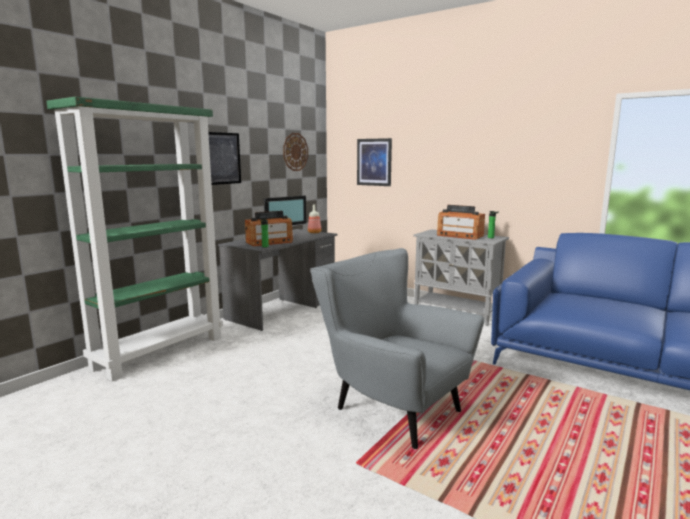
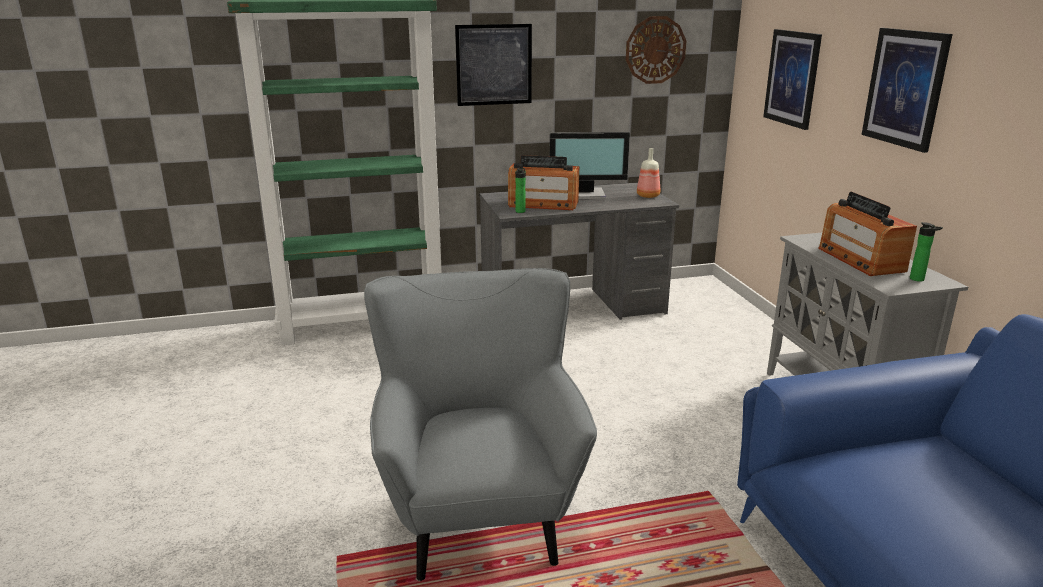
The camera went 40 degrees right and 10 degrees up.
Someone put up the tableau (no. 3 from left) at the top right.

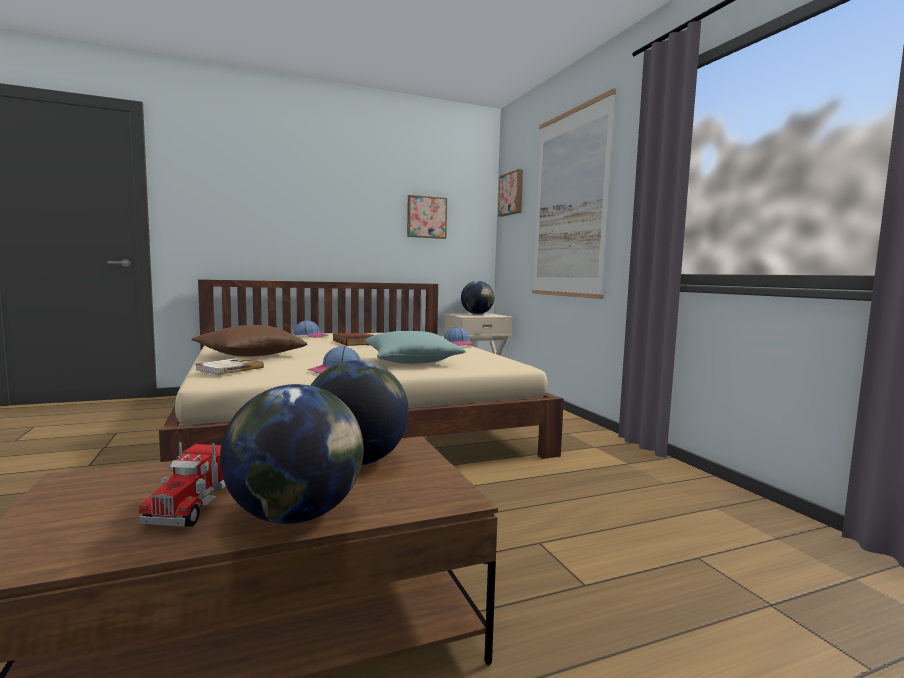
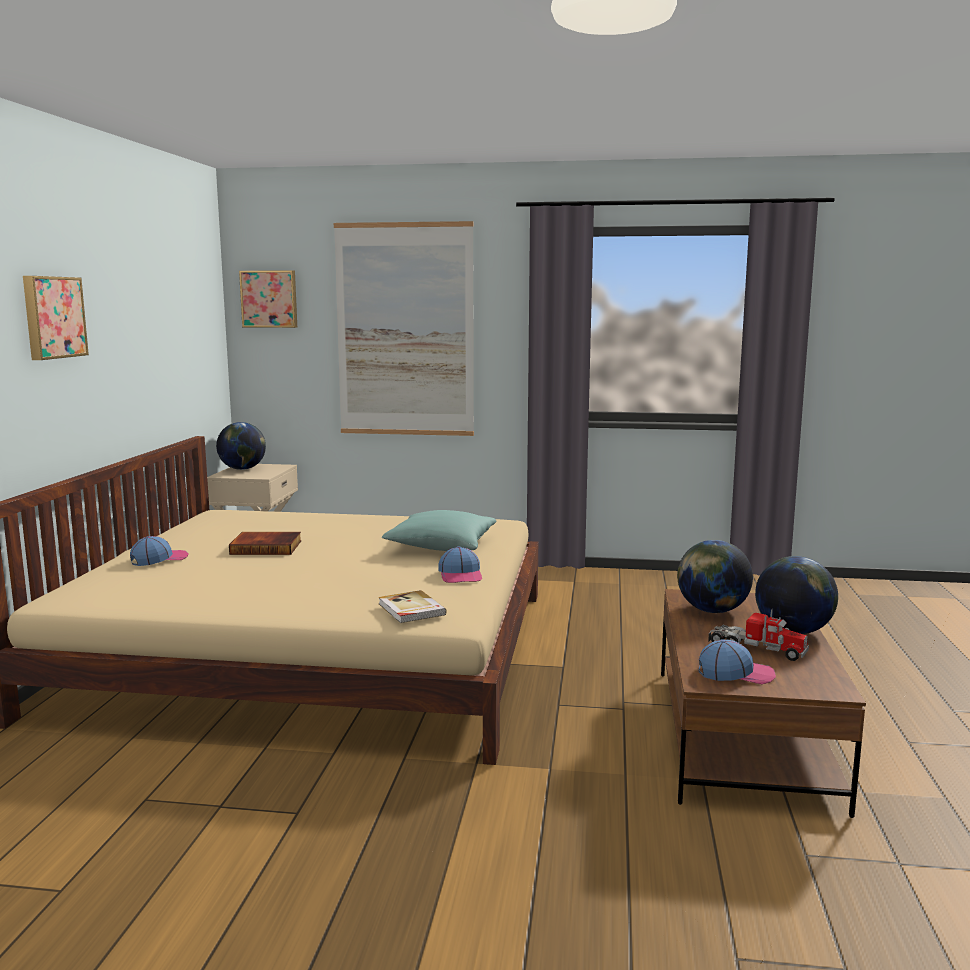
The camera went 60 degrees left and 5 degrees up.
Someone took away the coussin (marron) at the middle left.
Someone carried the tableau (no. 1 from left) from the top centre to the top left.
Someone carried the casquette (no. 3 from left) from the centre to the bottom right.

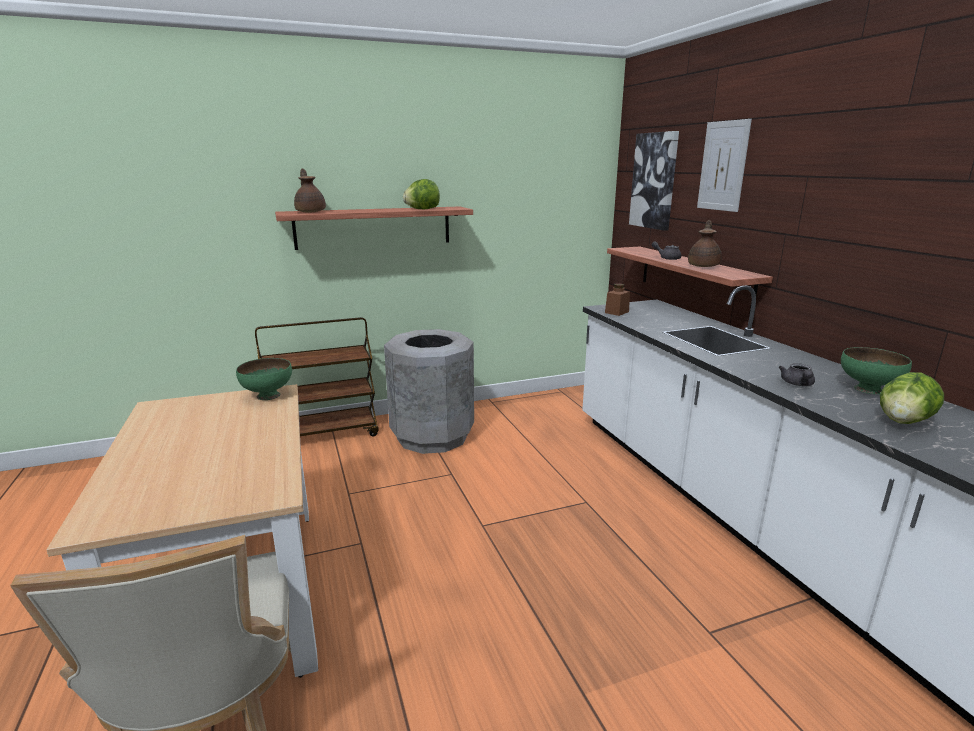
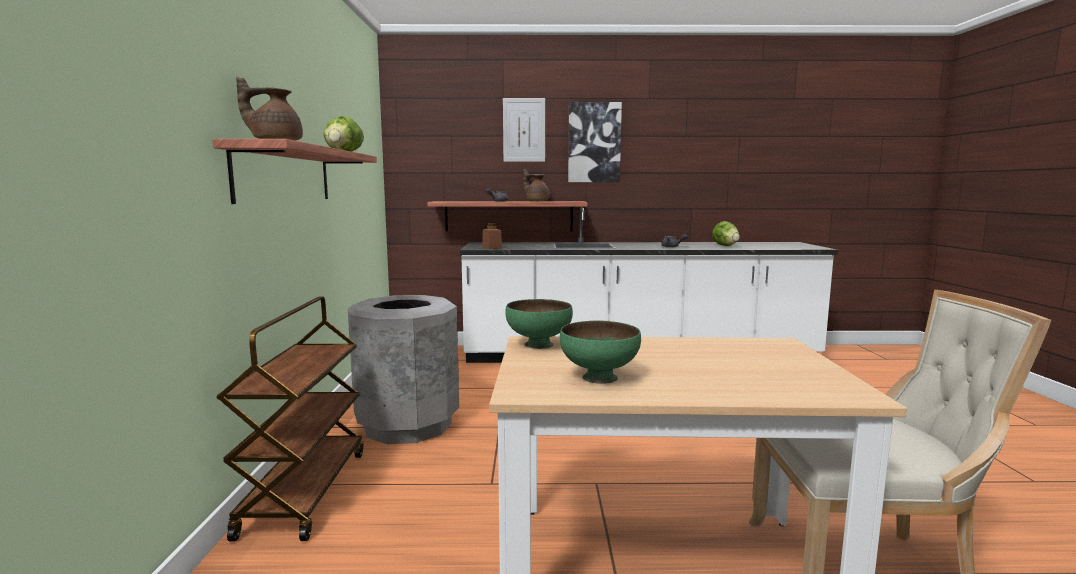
The camera went 70 degrees left and 10 degrees down.
Someone carried the tableau (no. 1 from left in the first image) from the top right to the top centre.
Someone carried the bol (vert) (no. 2 from left) from the middle right to the centre.

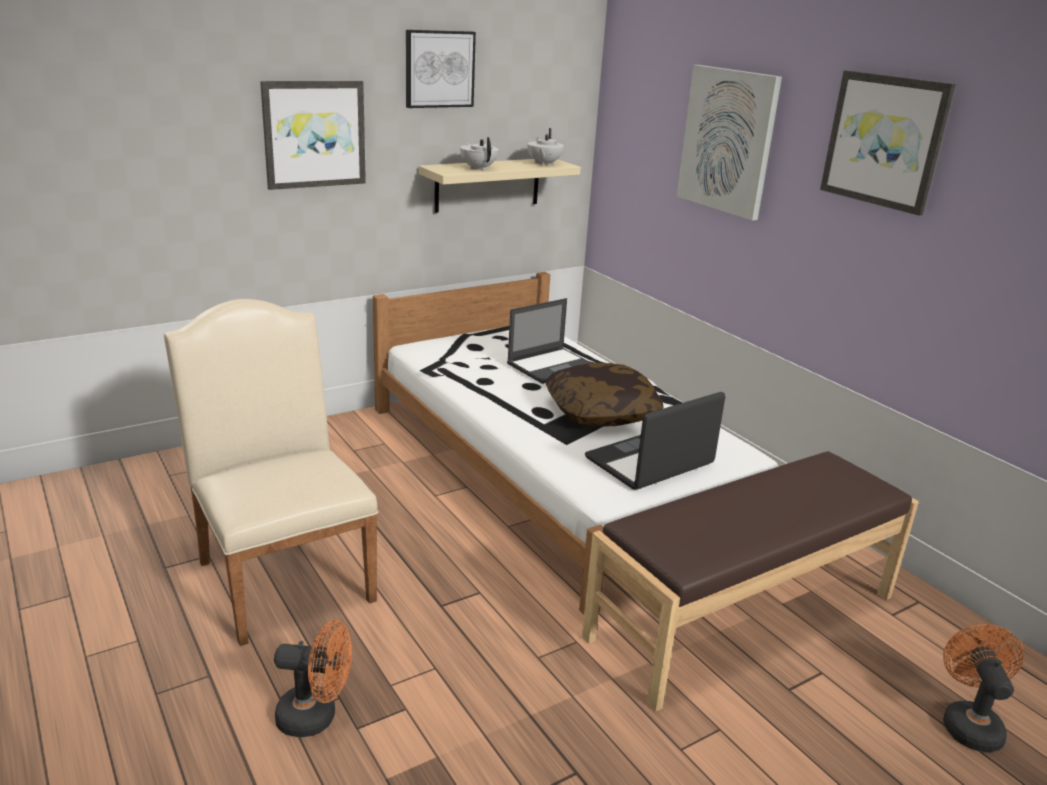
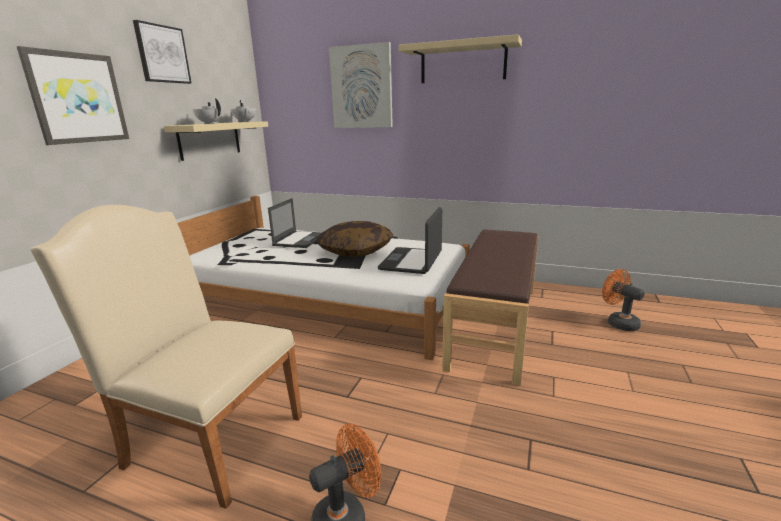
The camera went 35 degrees left and 5 degrees down.
Someone swapped the tableau (no. 4 from left) at the top right for the étagère (beige) (no. 2 from left) at the top centre.

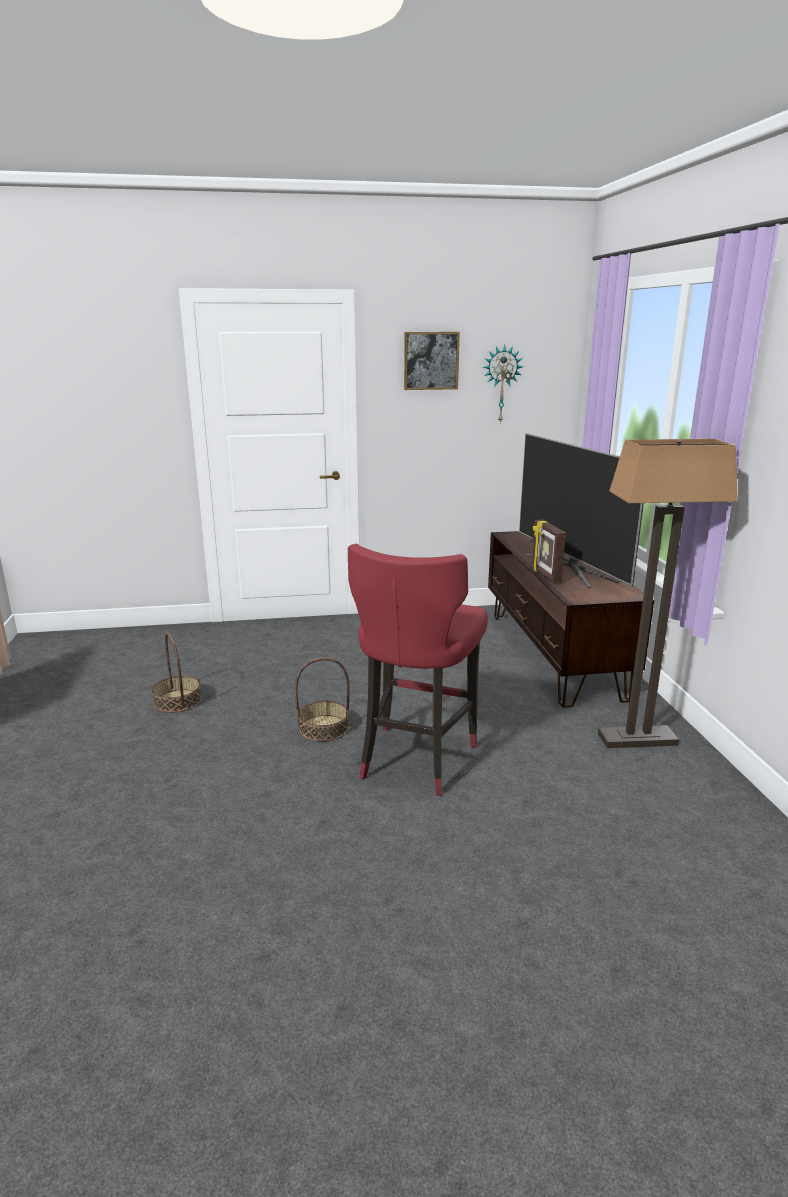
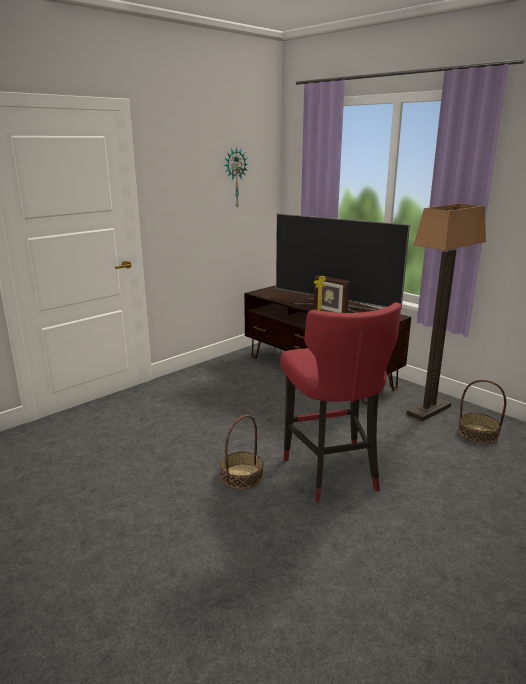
The camera went 35 degrees left and 0 degrees up.
Someone took away the tableau at the top centre.
Someone carried the panier (no. 1 from left in the first image) from the middle left to the middle right.

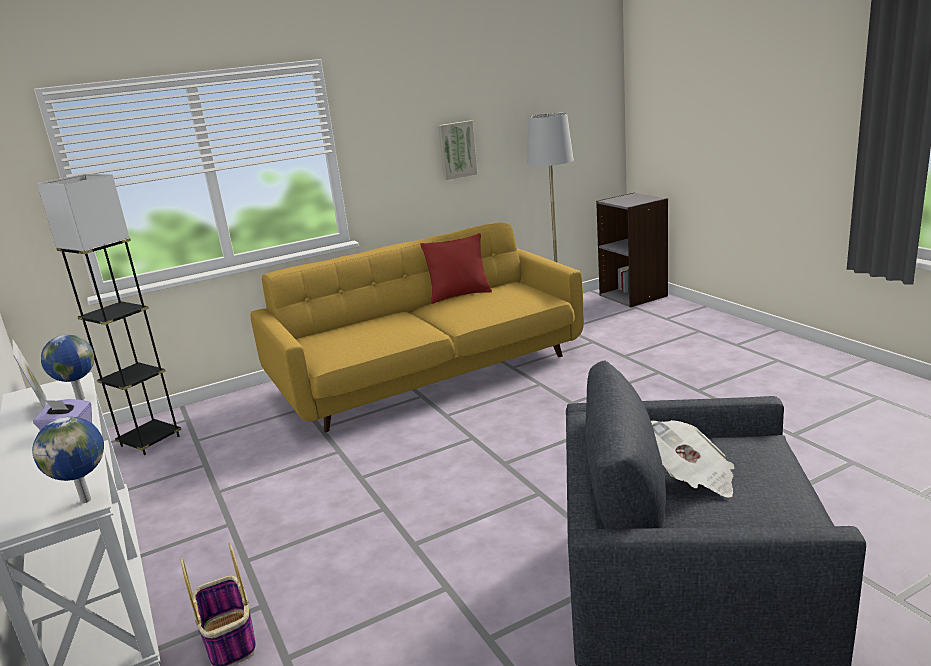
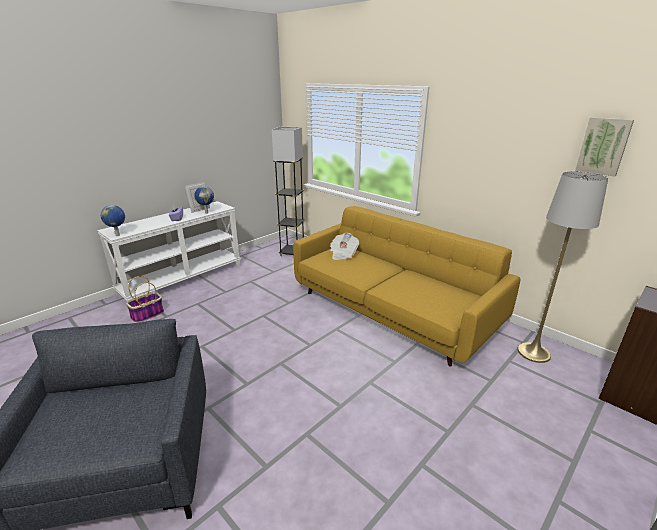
The camera went 70 degrees right and 5 degrees up.
Someone took away the coussin (rouge) at the centre.
Someone carried the tableau from the top centre to the top right.
Someone carried the journal from the bottom right to the centre.

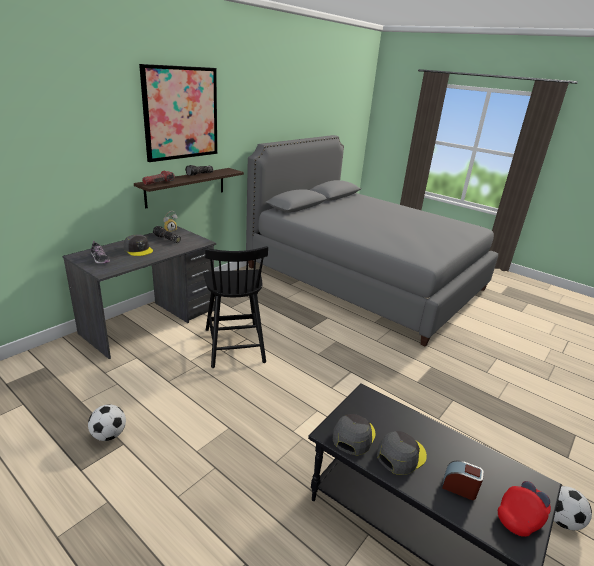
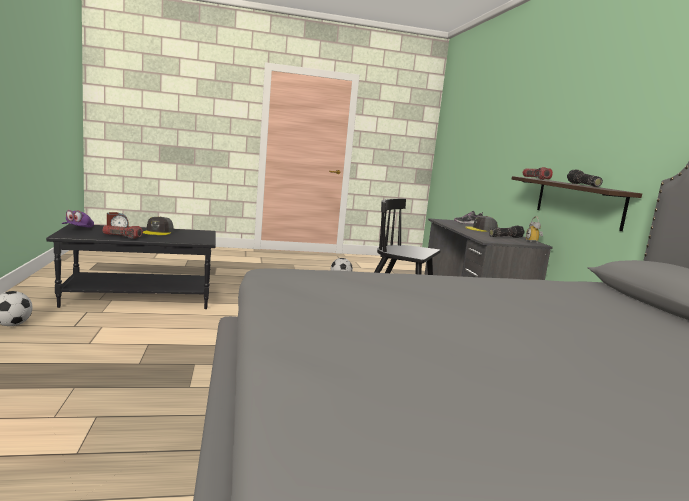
The camera went 130 degrees right and 15 degrees down.
Someone took away the tableau at the top left.
Someone took away the casquette (gris) (no. 2 from left) at the bottom centre.
Someone put down the lampe de poche (no. 1 from left) at the middle left.
Someone repainted the casquette (rouge) at the bottom right, which became the casquette (violet) at the middle left.

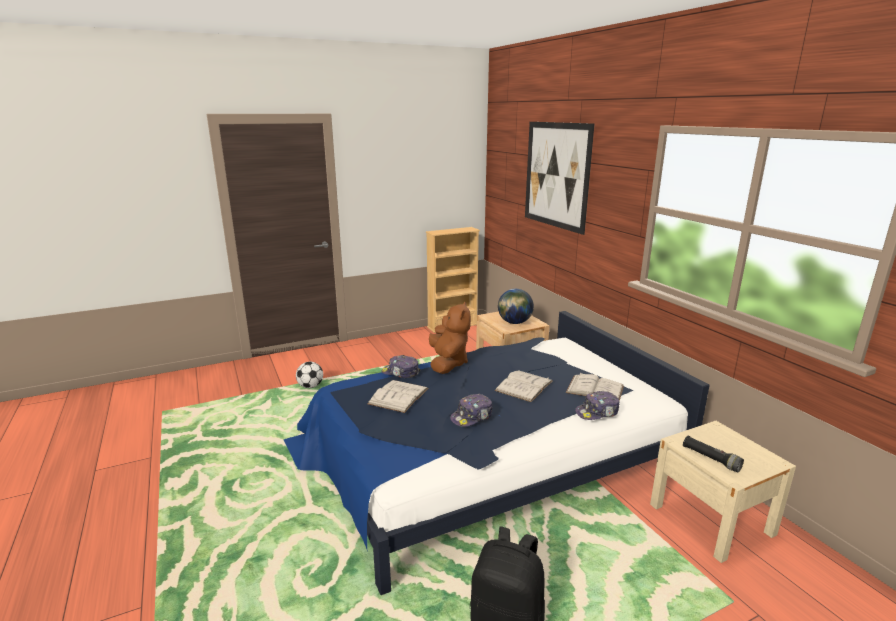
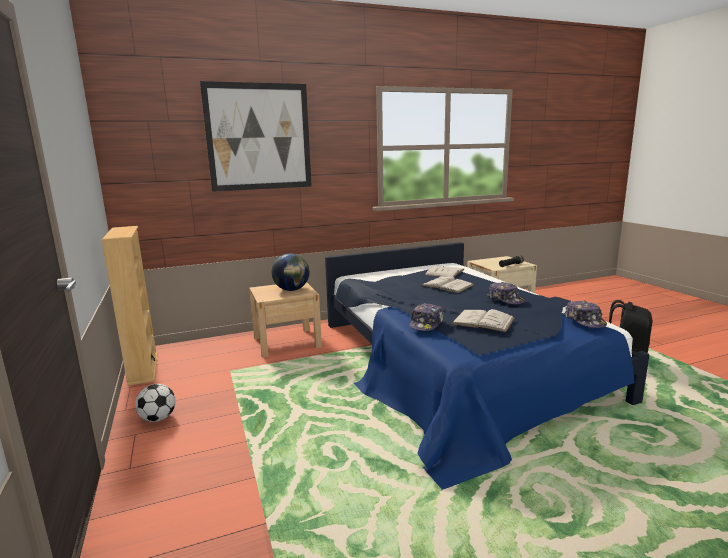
The camera went 85 degrees left and 5 degrees down.
Someone took away the peluche (marron) at the centre.
Someone carried the ballon de foot from the centre to the bottom left.
Someone carried the casquette (no. 3 from left) from the centre to the middle right.

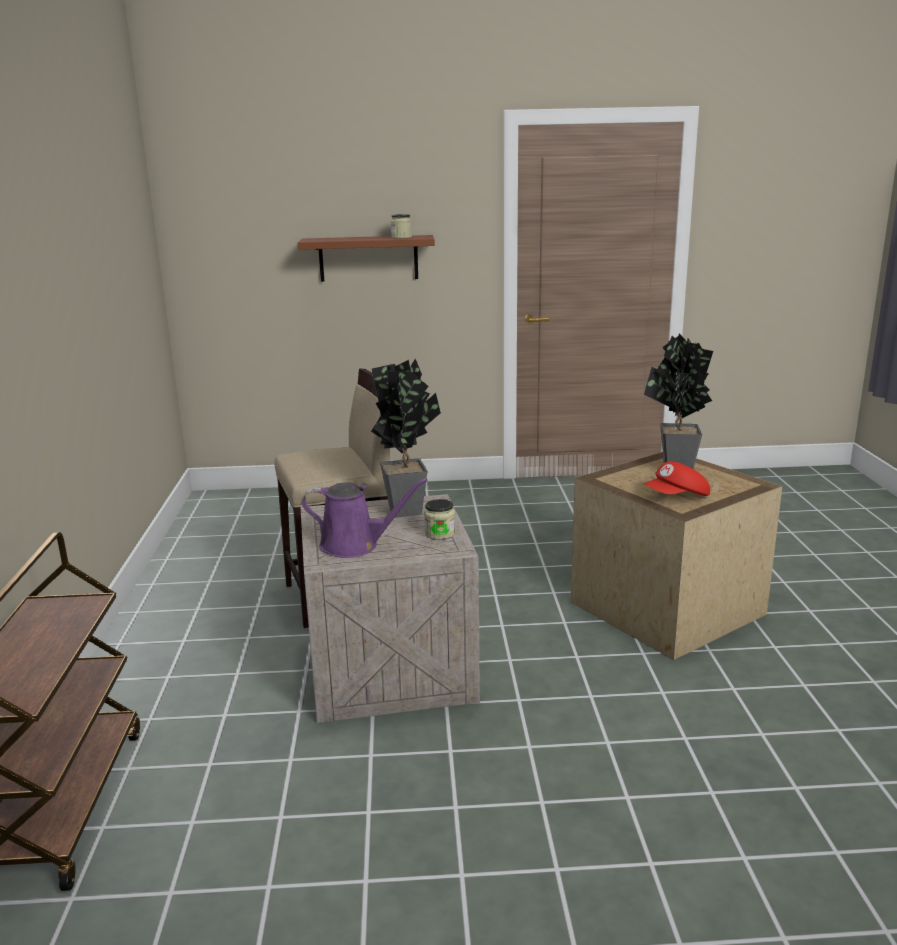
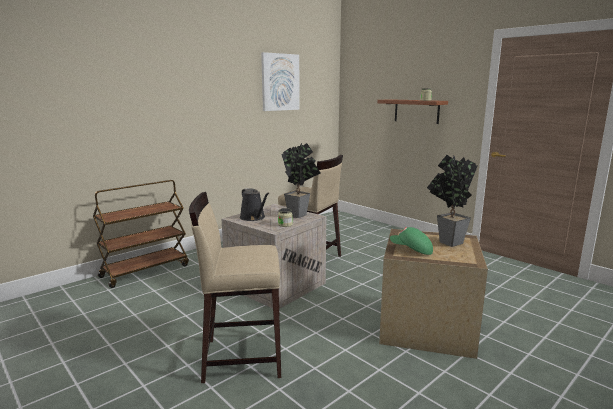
The camera went 50 degrees right and 5 degrees down.
Someone put down the tabouret (beige) (no. 1 from left) at the bottom centre.
Someone put up the tableau at the top centre.
Someone repainted the arrosoir (violet) at the centre, which became the arrosoir (noir) at the centre.
Someone repainted the casquette (rouge) at the middle right, which became the casquette (vert) at the middle right.

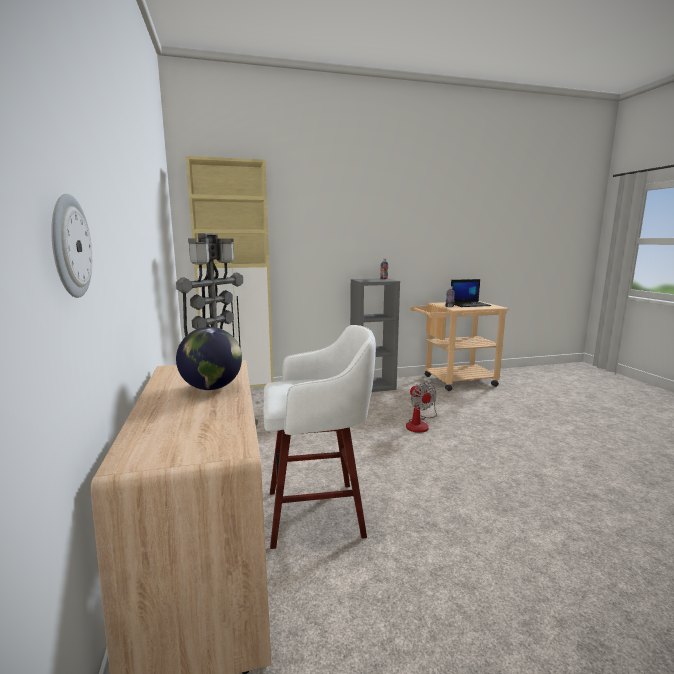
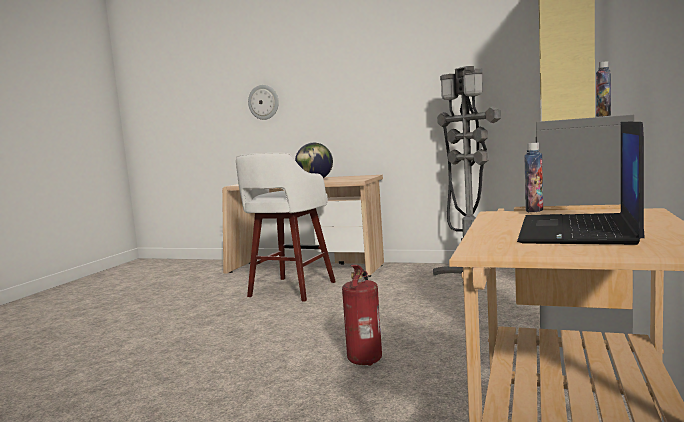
The camera went 125 degrees right and 5 degrees down.
Someone swapped the ventilateur at the centre for the extincteur at the bottom centre.

